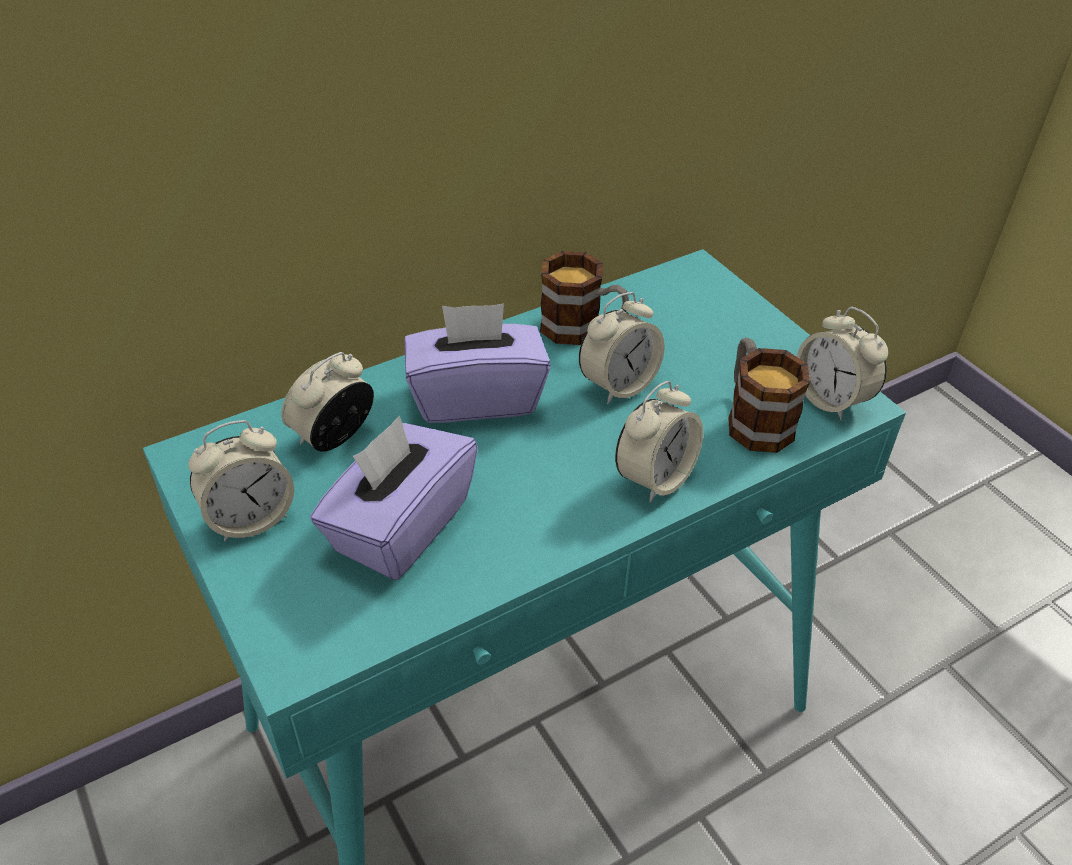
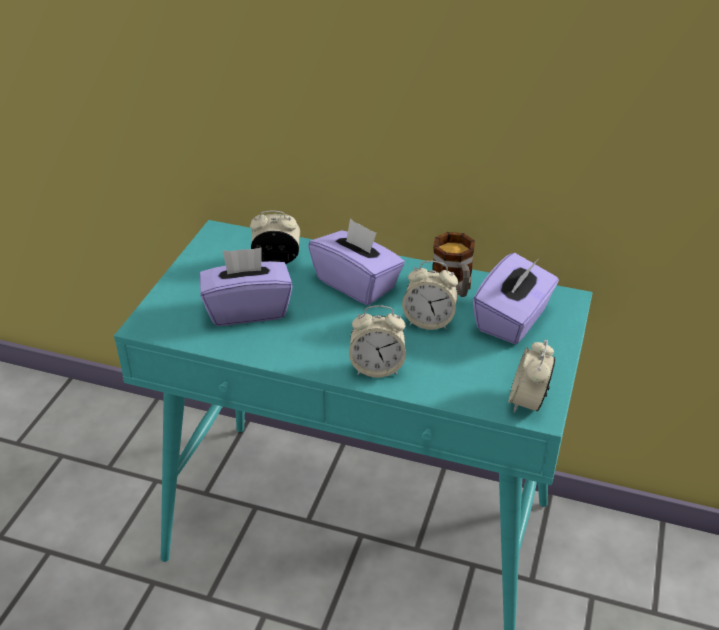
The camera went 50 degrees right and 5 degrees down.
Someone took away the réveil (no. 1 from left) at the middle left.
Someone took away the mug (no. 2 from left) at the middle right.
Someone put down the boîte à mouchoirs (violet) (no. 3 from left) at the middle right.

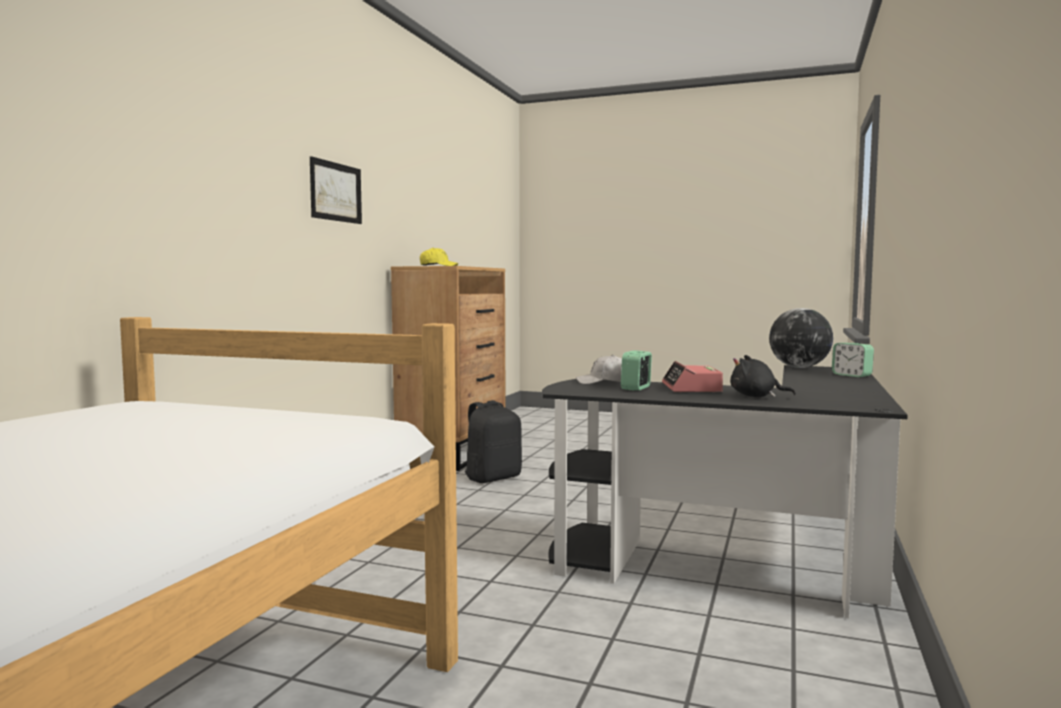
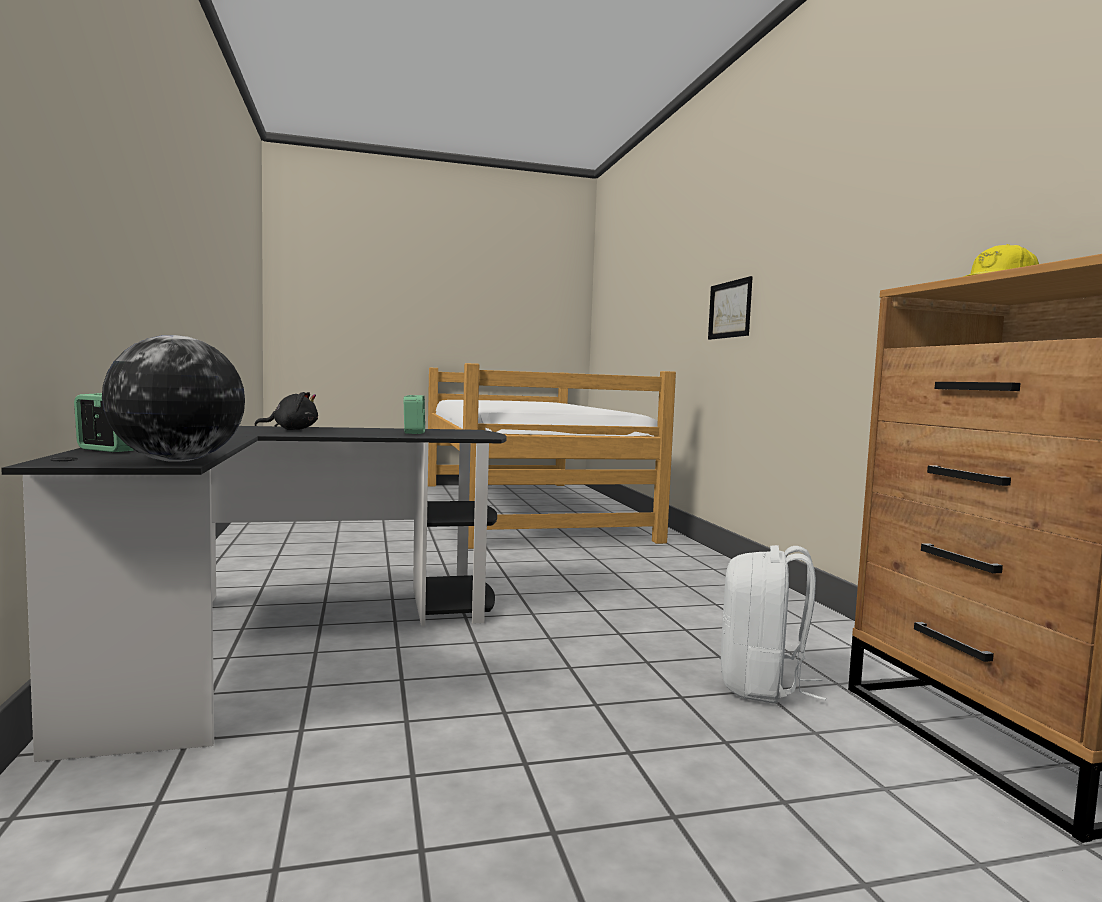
The camera went 145 degrees right and 0 degrees up.
Someone took away the casquette (blanc) at the centre.
Someone took away the réveil (no. 2 from left) at the centre.
Someone carried the tableau from the top left to the centre.
Someone repainted the sac à dos (noir) at the centre, which became the sac à dos (blanc) at the bottom right.

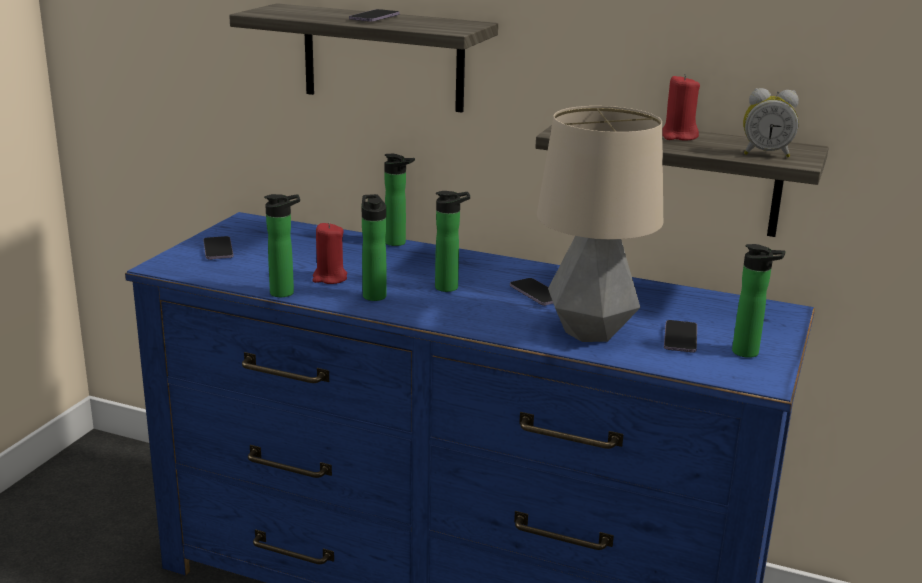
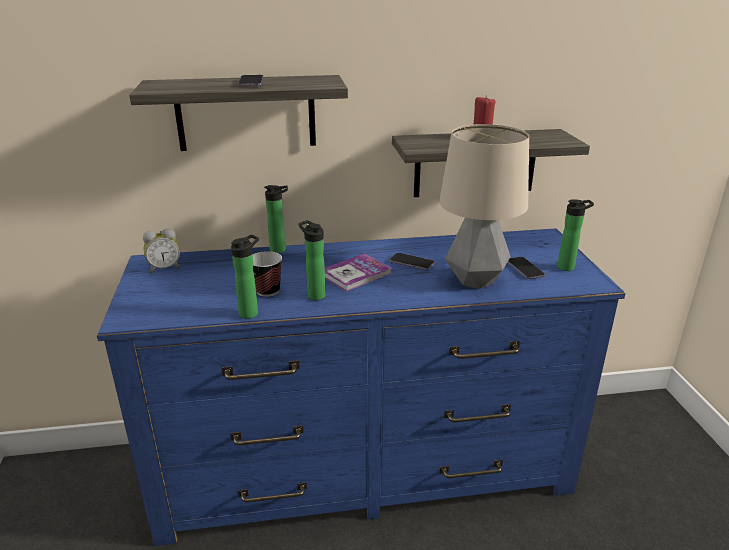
The camera went 30 degrees left and 5 degrees up.
Someone took away the téléphone (no. 1 from left) at the middle left.
Someone carried the réveil from the top right to the middle left.
Someone swapped the bougie (rouge) (no. 1 from left) at the centre for the tasse at the centre.
Someone swapped the bouteille (no. 4 from left) at the centre for the livre at the centre.

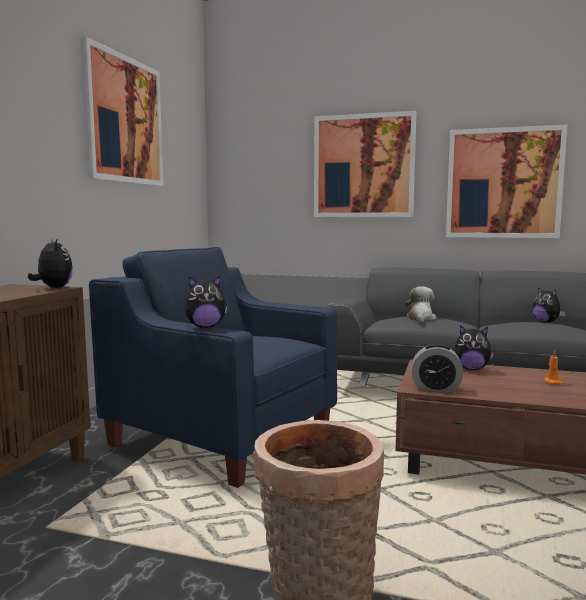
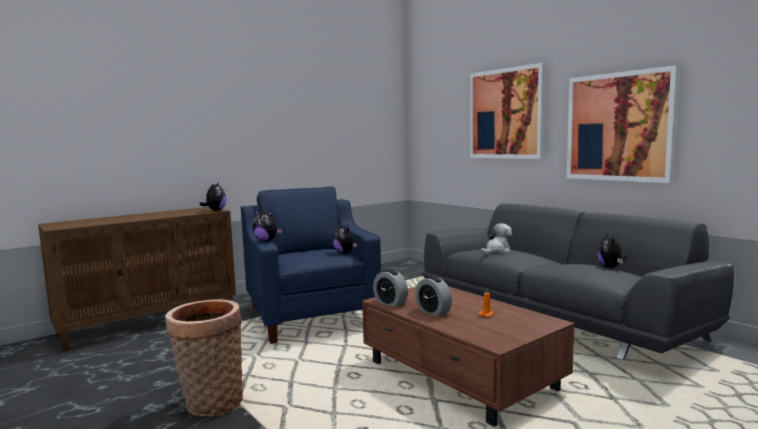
The camera went 35 degrees right and 0 degrees up.
Someone took away the tableau (no. 1 from left) at the top left.
Someone put down the réveil (no. 2 from left) at the bottom centre.
Someone carried the peluche (no. 4 from left in the first image) from the middle right to the centre.

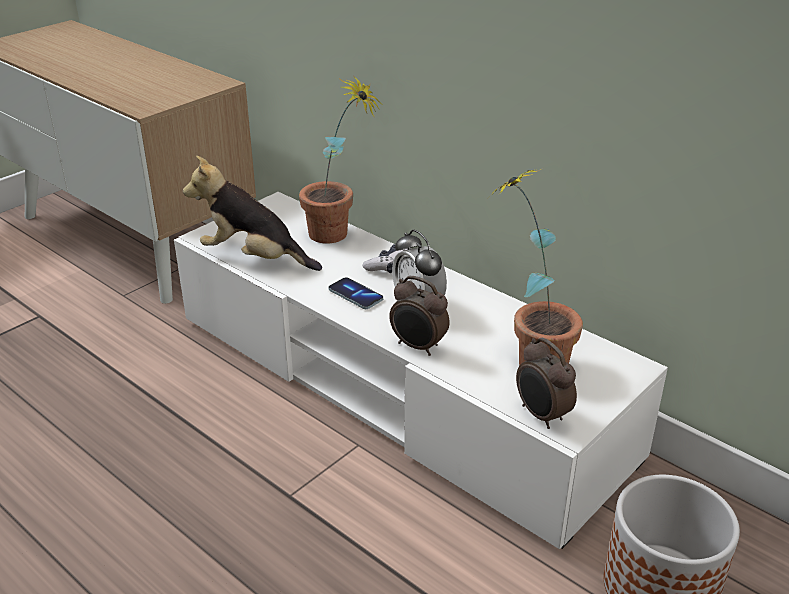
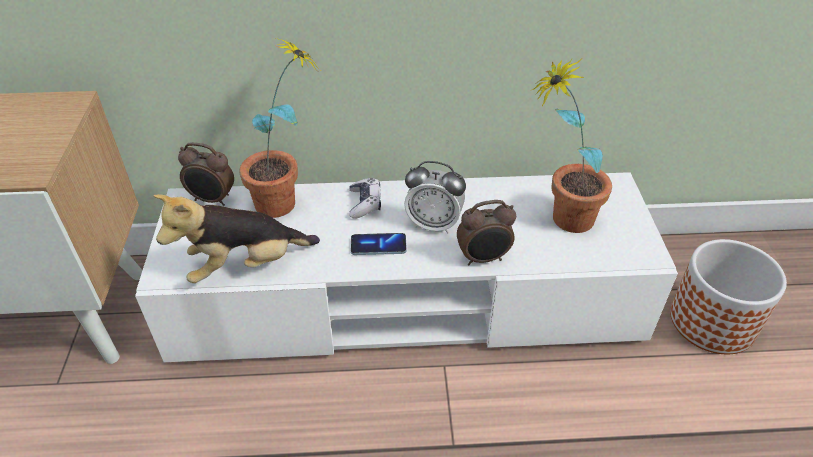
The camera went 45 degrees left and 10 degrees up.
Someone carried the réveil (no. 3 from left in the first image) from the middle right to the middle left.

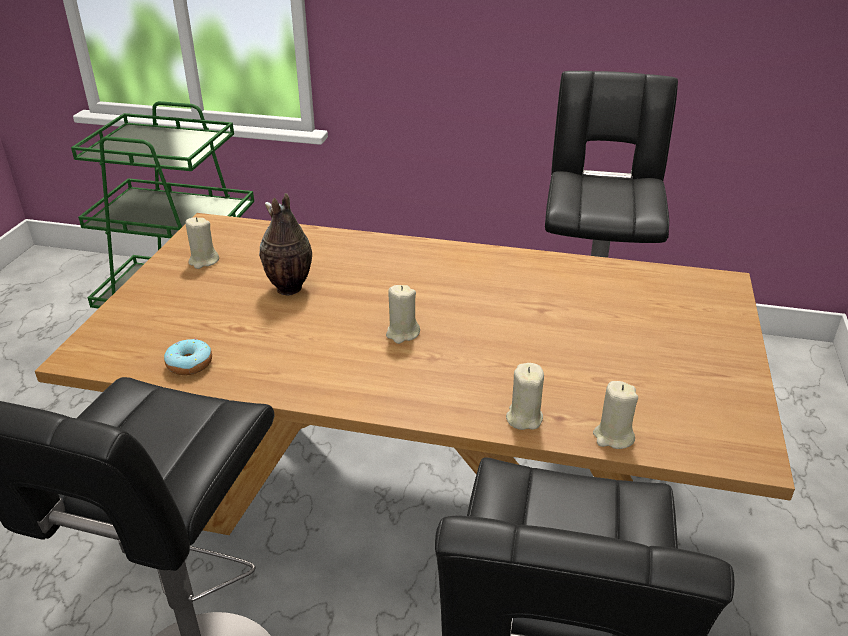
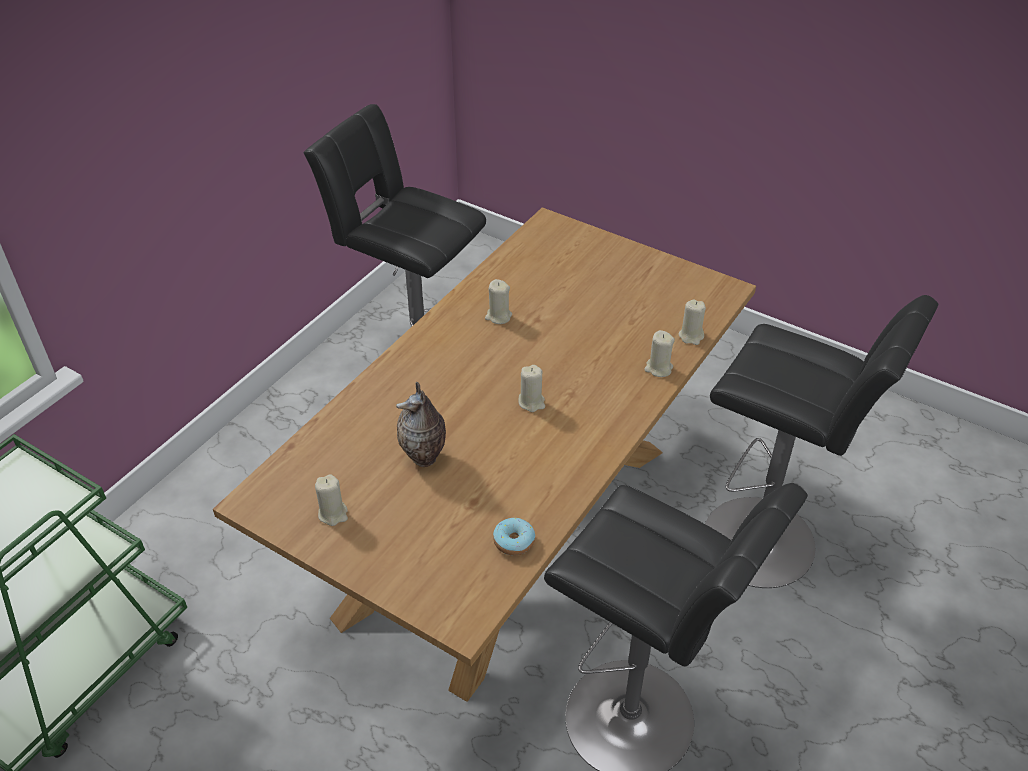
The camera went 70 degrees left and 10 degrees up.
Someone put down the bougie (beige) (no. 2 from left) at the centre.

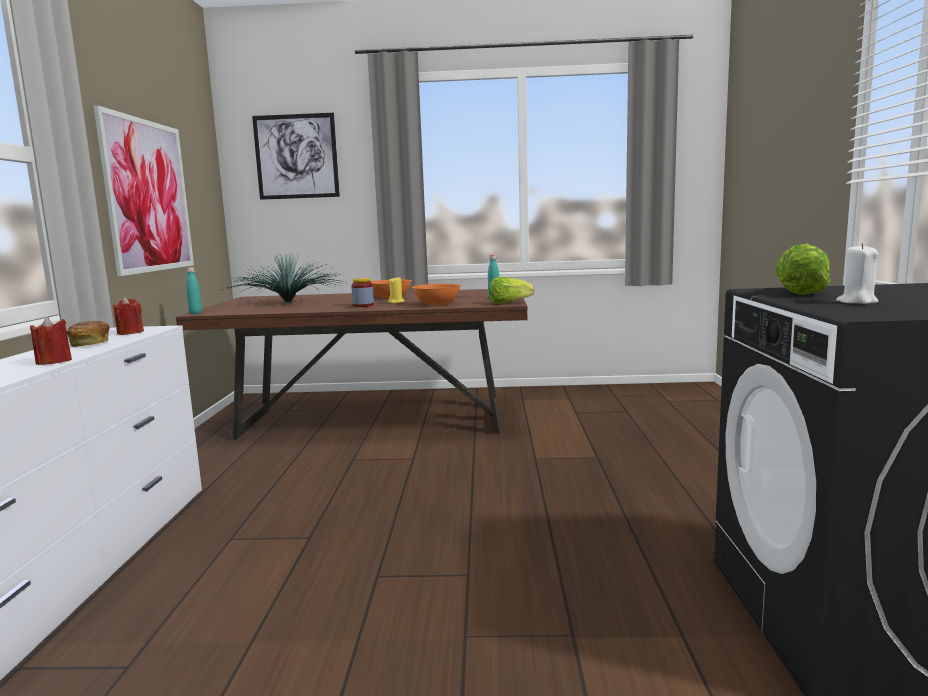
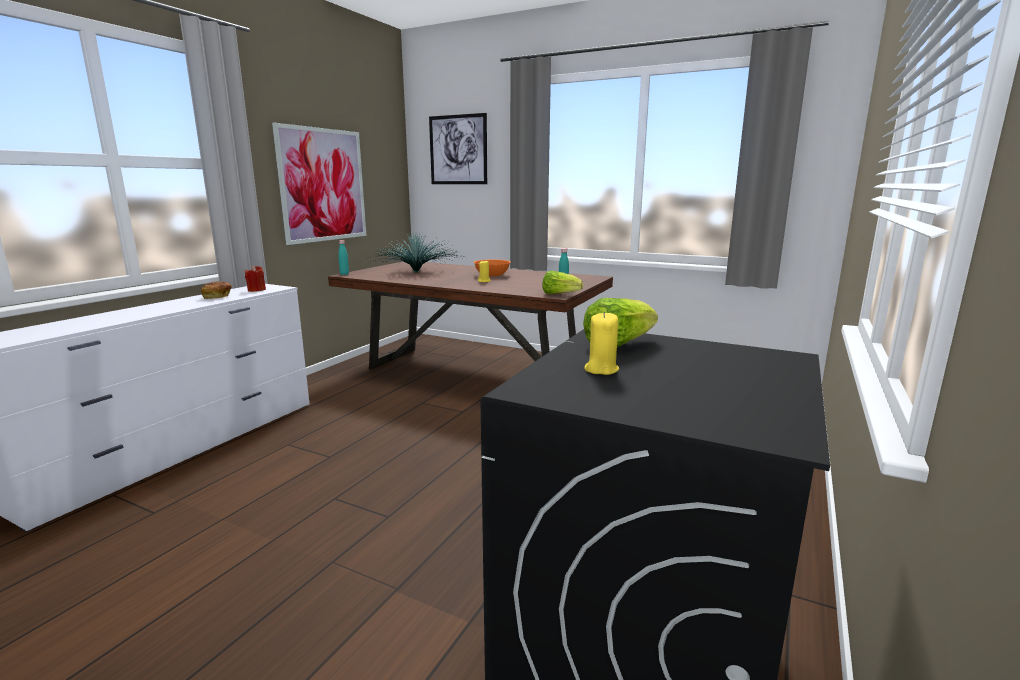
The camera went 25 degrees right and 5 degrees up.
Someone took away the bougie (rouge) (no. 1 from left) at the middle left.
Someone took away the bocal at the centre.
Someone took away the bol (orange) (no. 2 from left) at the centre.
Someone repainted the bougie (blanc) at the middle right, which became the bougie (jaune) (no. 2 from left) at the centre.

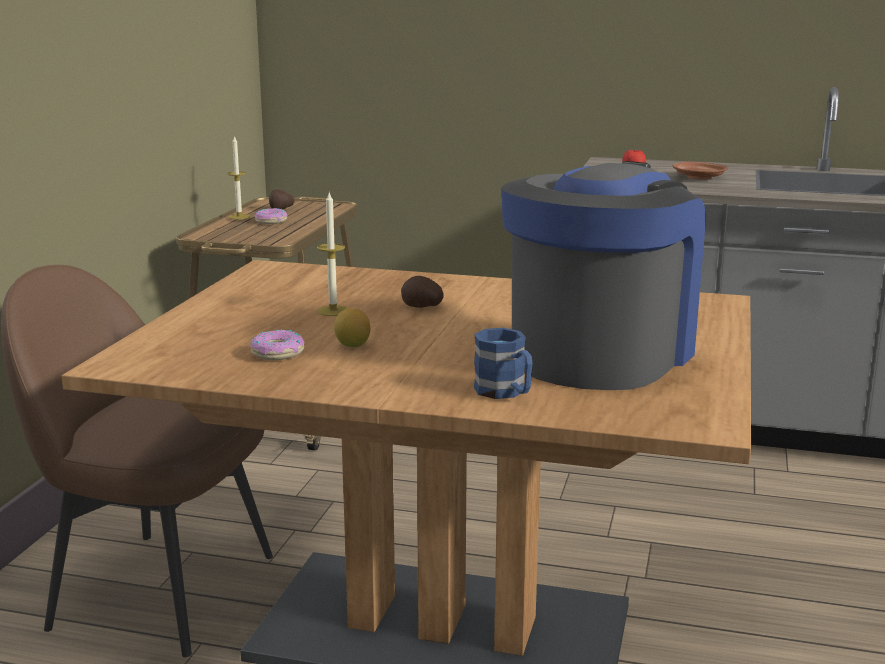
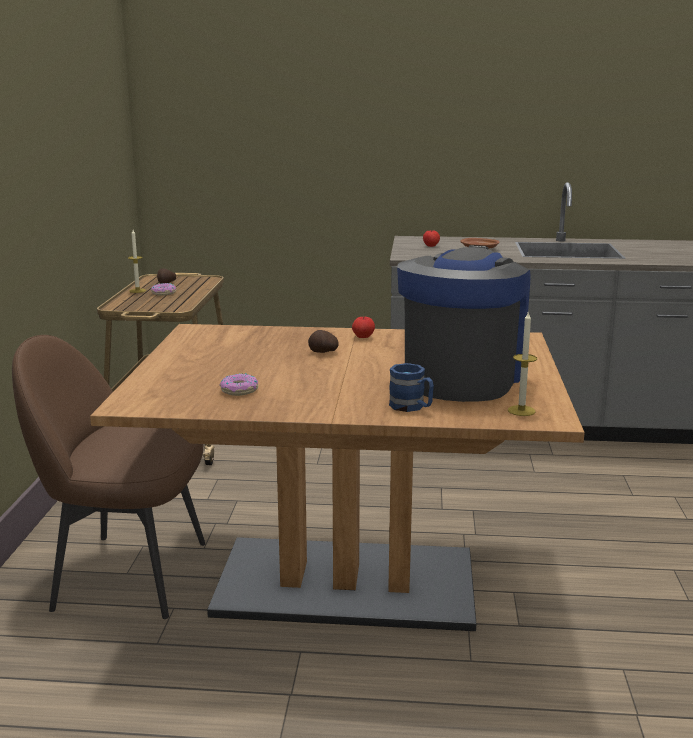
The camera went 10 degrees left and 0 degrees up.
Someone took away the citron at the centre.
Someone put down the pomme (no. 1 from left) at the centre.
Someone carried the bougie (no. 2 from left) from the centre to the middle right.

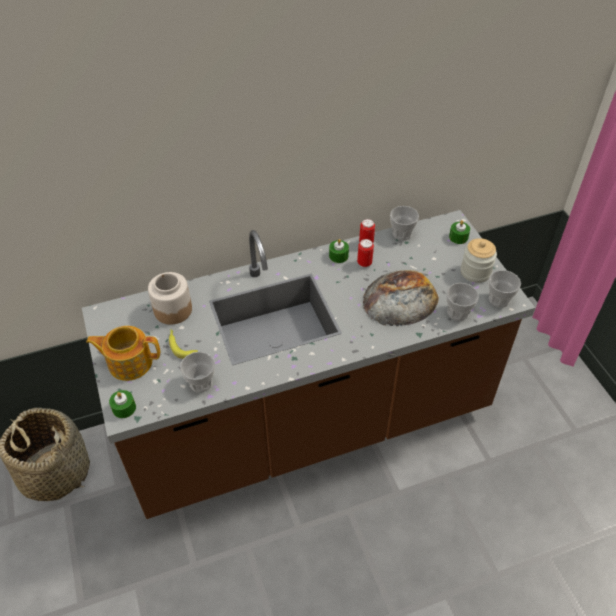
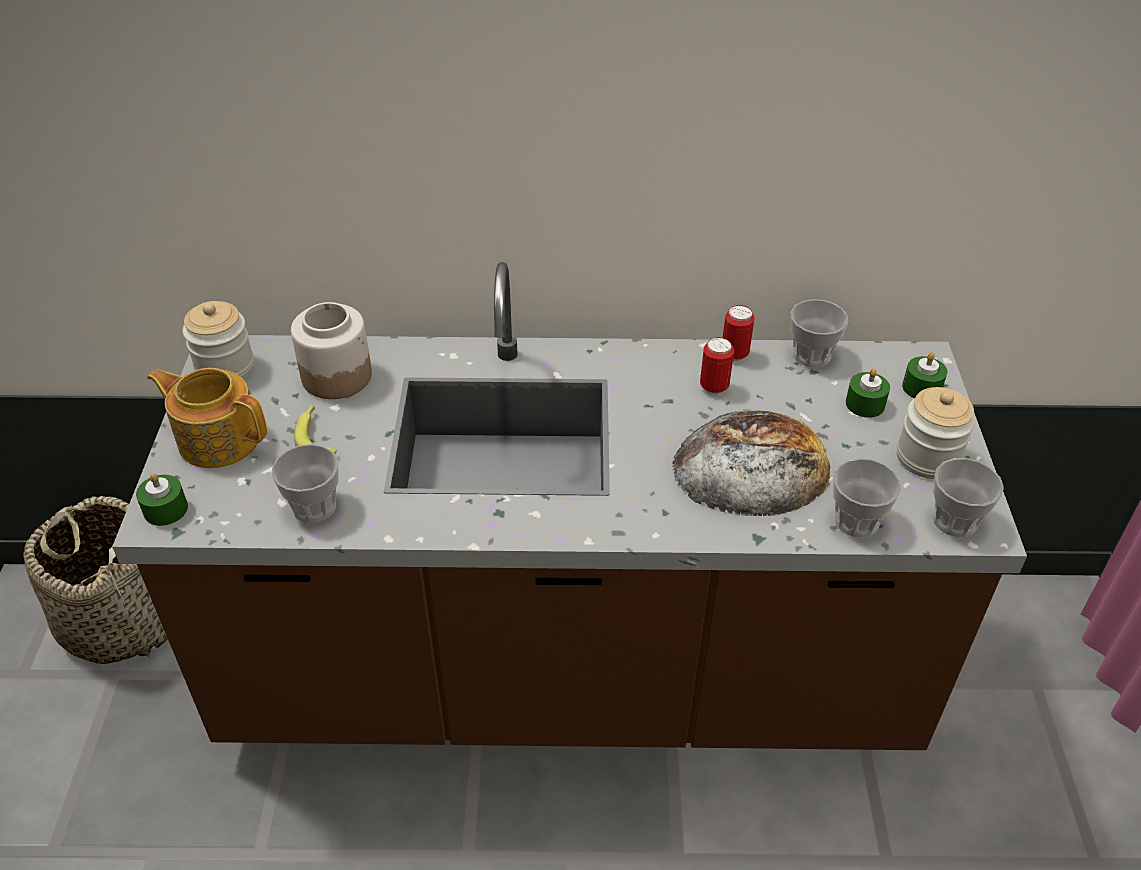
The camera went 20 degrees right and 5 degrees down.
Someone put down the bocal (no. 1 from left) at the middle left.
Someone carried the bougie (vert) (no. 2 from left) from the centre to the middle right.

